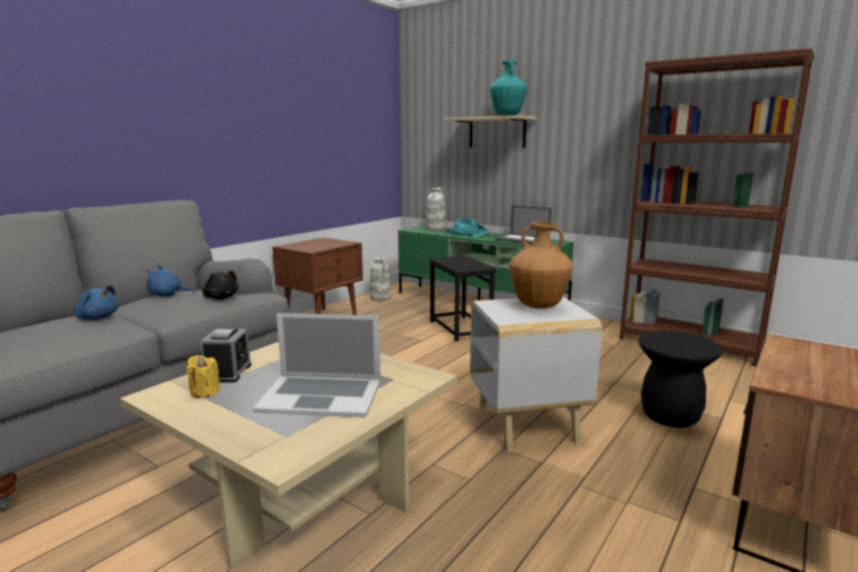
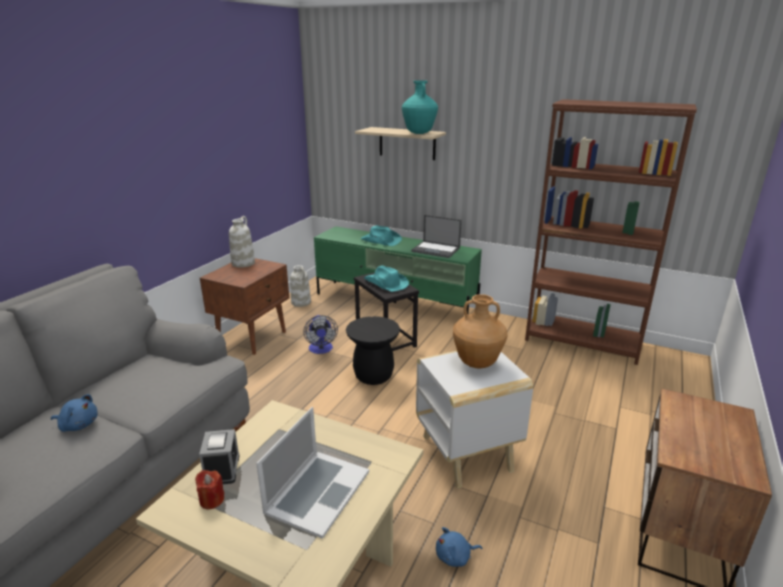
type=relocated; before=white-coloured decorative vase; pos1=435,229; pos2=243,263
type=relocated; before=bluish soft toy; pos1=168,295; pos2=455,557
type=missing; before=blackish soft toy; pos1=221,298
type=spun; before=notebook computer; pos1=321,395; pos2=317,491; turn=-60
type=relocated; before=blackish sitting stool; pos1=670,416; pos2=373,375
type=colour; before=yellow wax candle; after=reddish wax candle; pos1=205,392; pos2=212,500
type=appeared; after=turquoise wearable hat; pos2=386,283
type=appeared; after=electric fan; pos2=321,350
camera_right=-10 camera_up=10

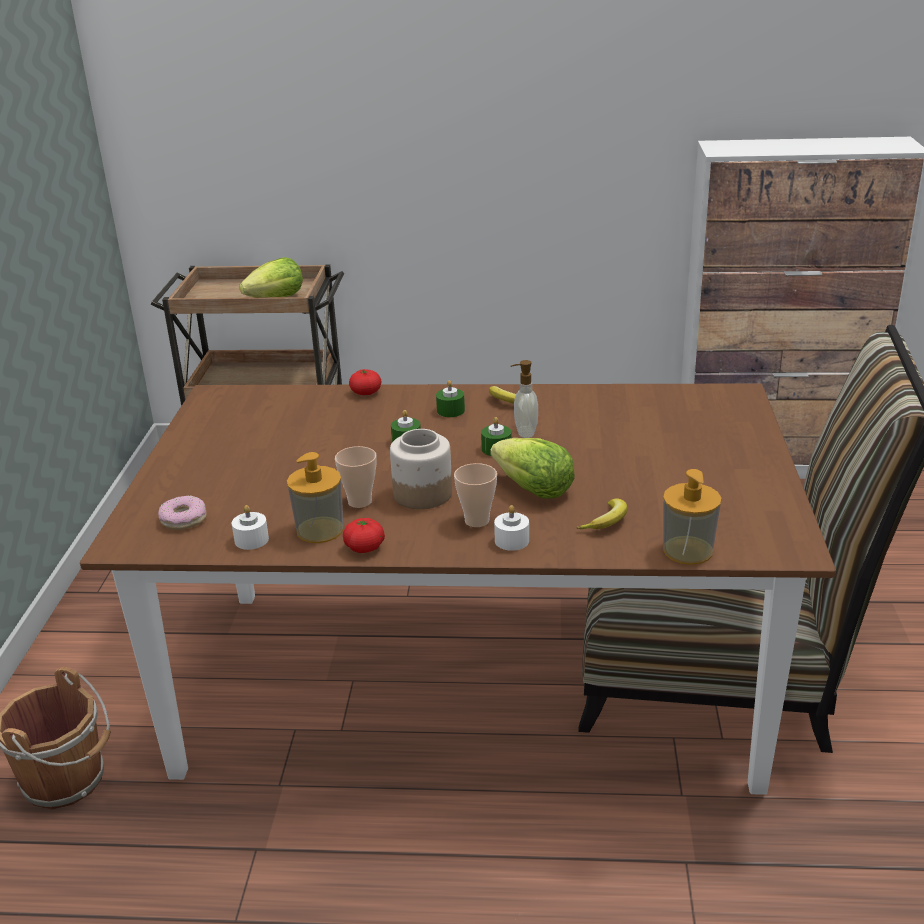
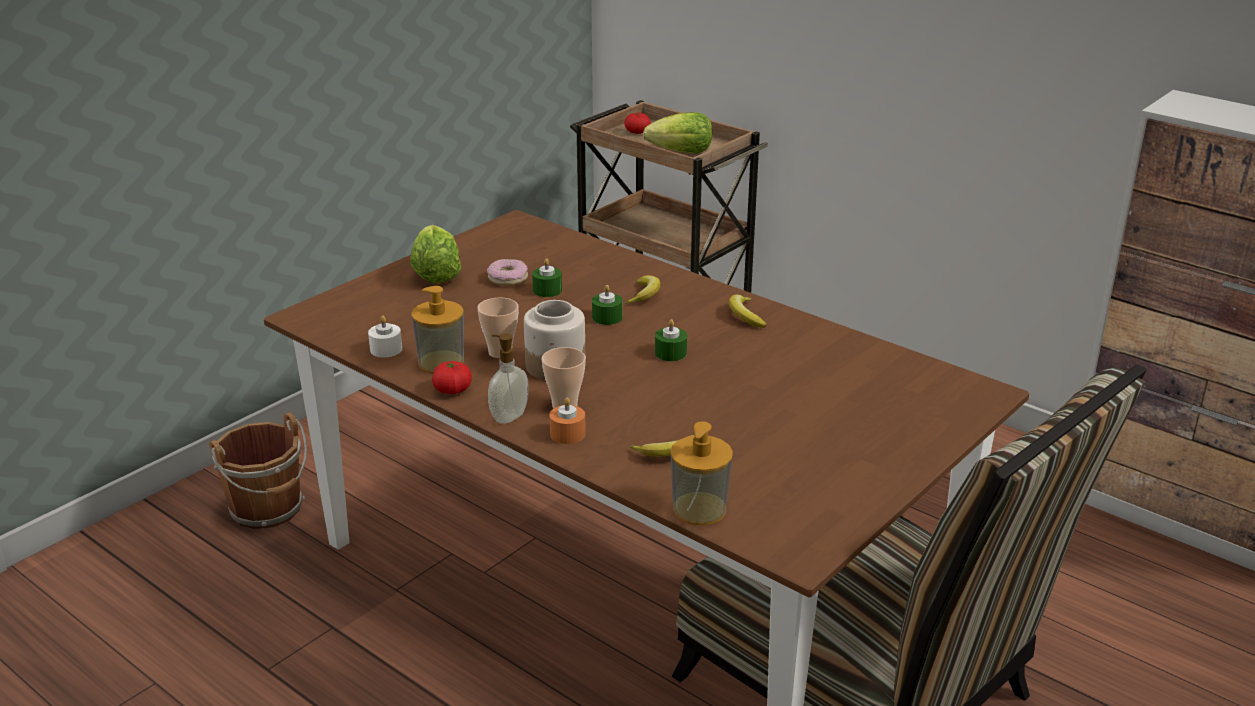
type=relocated; before=liquid soap bottle; pos1=524,432; pos2=508,416
type=relocated; before=fresh tomato; pos1=366,392; pos2=637,132
type=relocated; before=green-coloured wax candle; pos1=450,410; pos2=547,290
type=relocated; before=head of lettuce; pos1=534,490; pos2=436,275
type=relocated; before=donut; pos1=184,519; pos2=508,278
type=colour; before=white-coloured wax candle; after=orange wax candle; pos1=512,540; pos2=567,434
type=appeared; after=banana; pos2=644,295
camera_right=35 camera_up=0

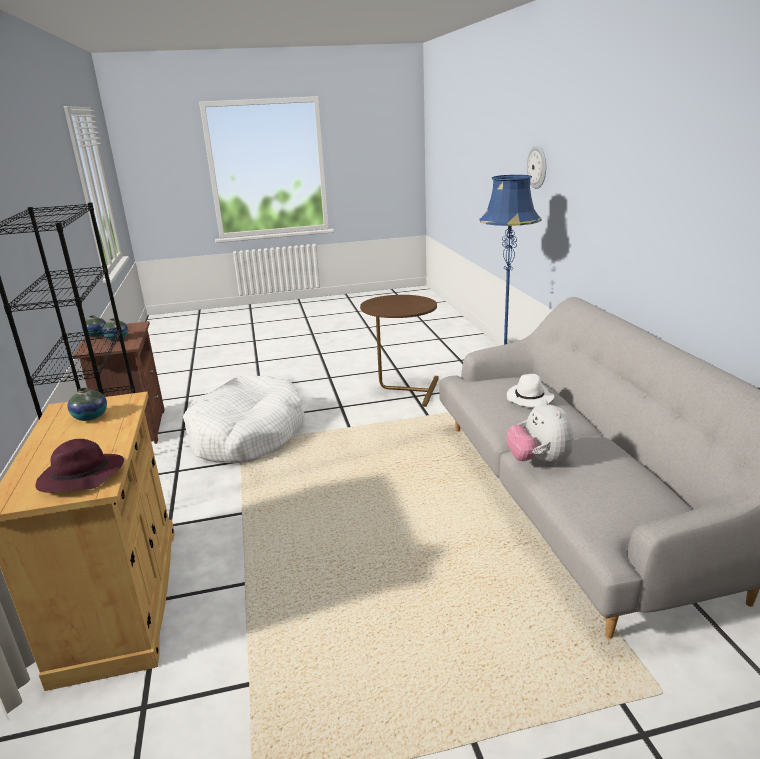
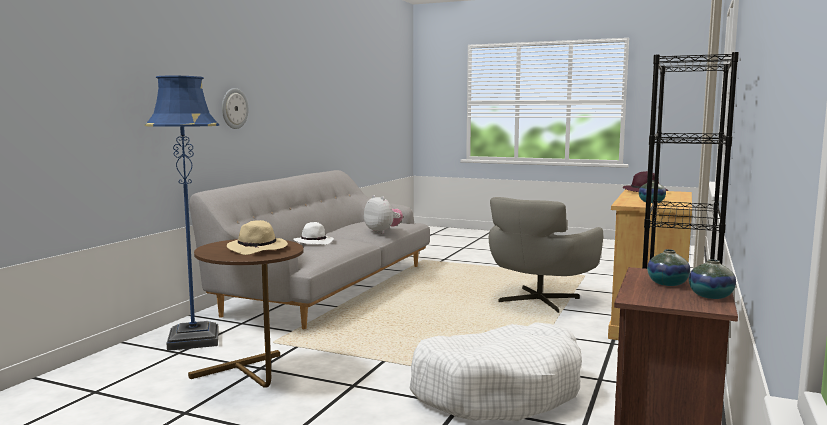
type=relocated; before=clock on the wall; pos1=537,167; pos2=234,108
type=spun; before=soft toy; pos1=539,461; pos2=382,232; turn=-60
type=appeared; after=gray armchair; pos2=538,301
type=appeared; after=sand-coloured wearable hat; pos2=258,249
camera_right=-145 camera_up=-15

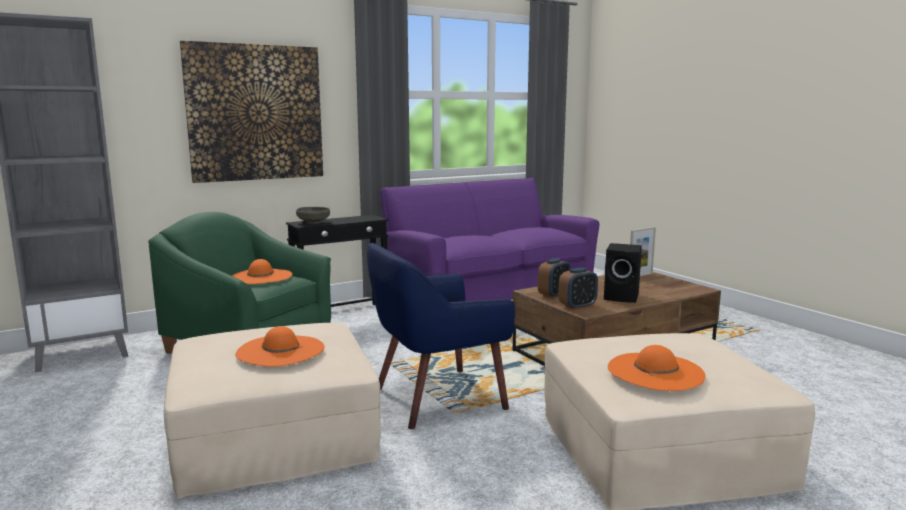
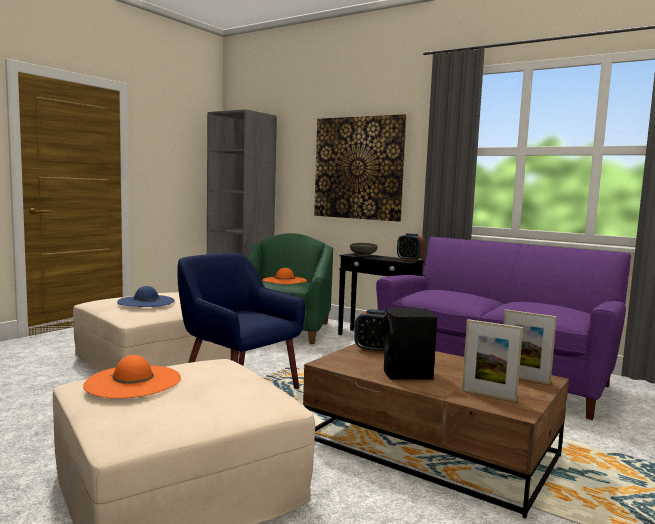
type=relocated; before=bedside clock; pos1=577,306; pos2=410,260
type=colour; before=orange wearable hat; after=bluish wearable hat; pos1=280,350; pos2=146,301
type=appeared; after=photo frame; pos2=488,395
camera_right=65 camera_up=-5

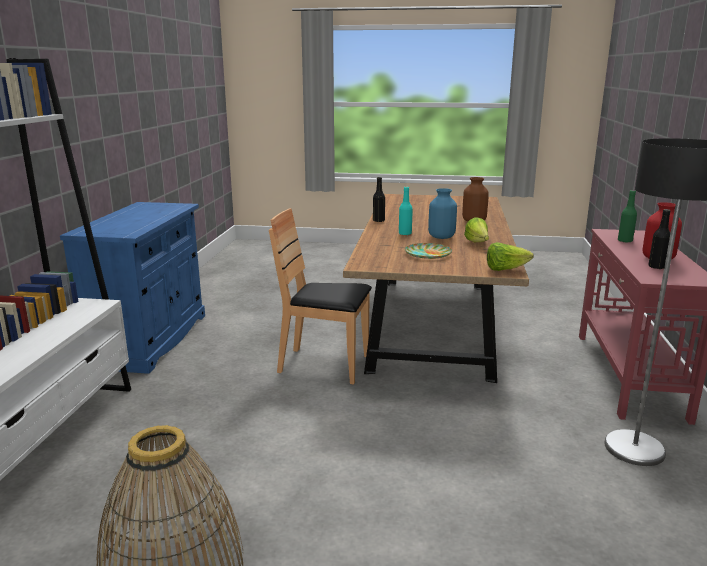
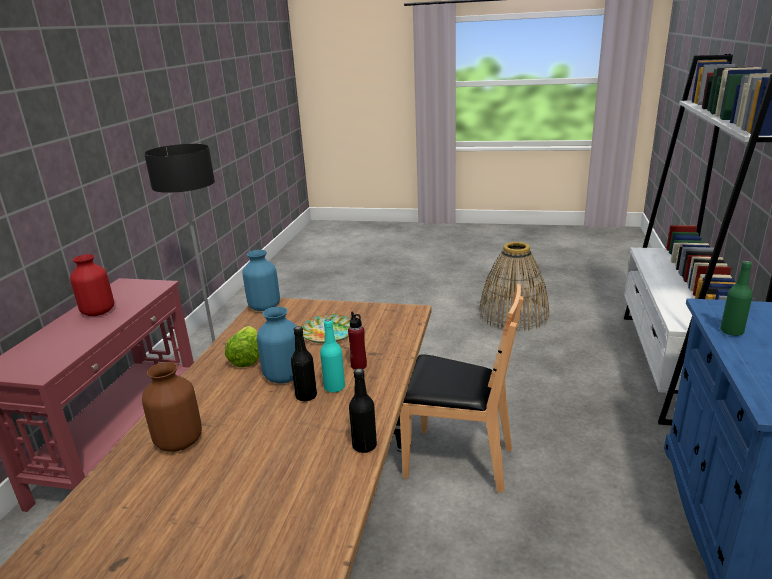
type=relocated; before=green-coloured drink bottle; pos1=625,241; pos2=731,331
type=relocated; before=blackish drink bottle; pos1=656,267; pos2=306,396
type=exchanged; before=head of lettuce; after=bluish decorative vase; pos1=505,269; pos2=265,307
type=appeared; after=reddish drink bottle; pos2=358,365
camera_right=-175 camera_up=5

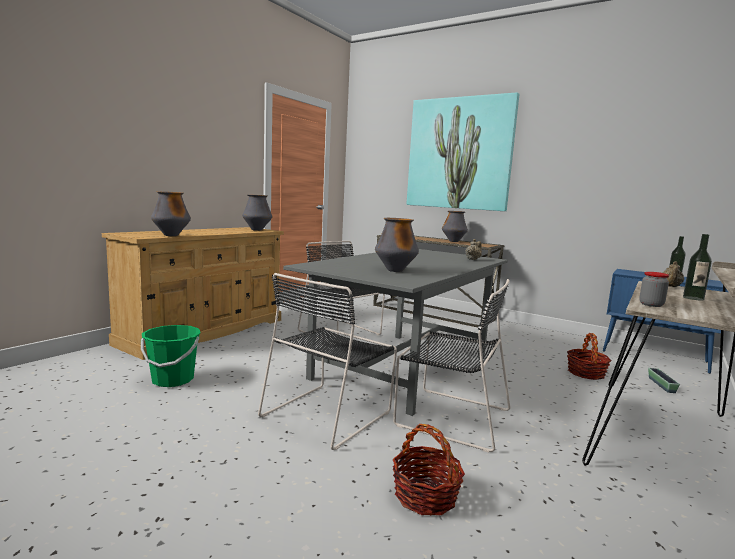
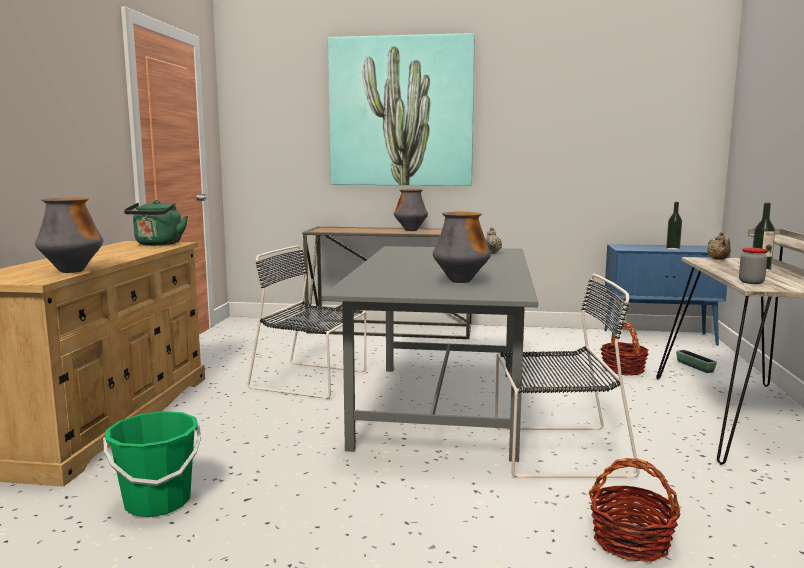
type=exchanged; before=decorative vase; after=green-coloured kettle; pos1=257,230; pos2=157,244
type=missing; before=blackish upright chair; pos1=329,412
camera_right=-25 camera_up=0

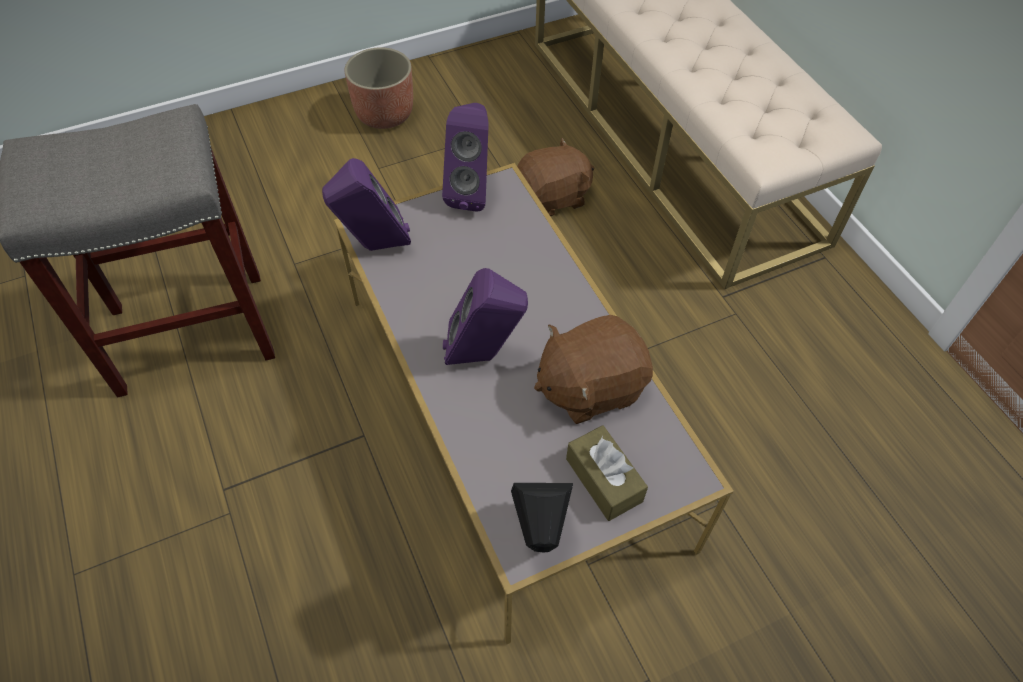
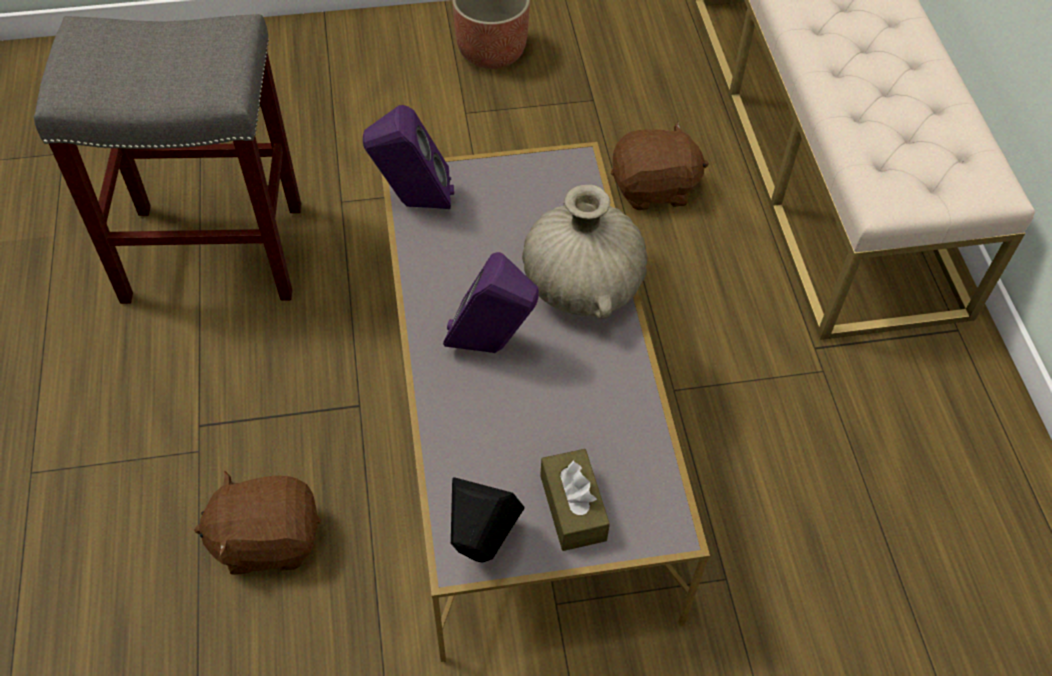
type=missing; before=purple loudspeaker; pos1=471,192
type=relocated; before=brownish soft toy; pos1=590,386; pos2=267,539
type=appeared; after=sand-coloured decorative vase; pos2=582,285
camera_right=15 camera_up=0

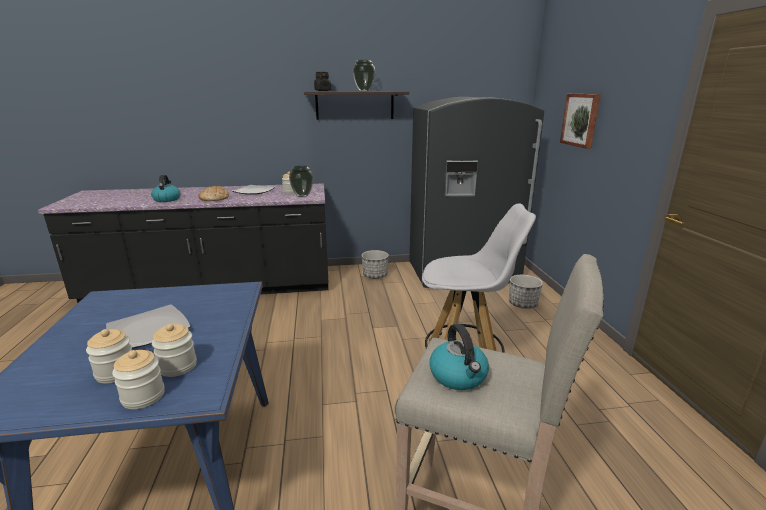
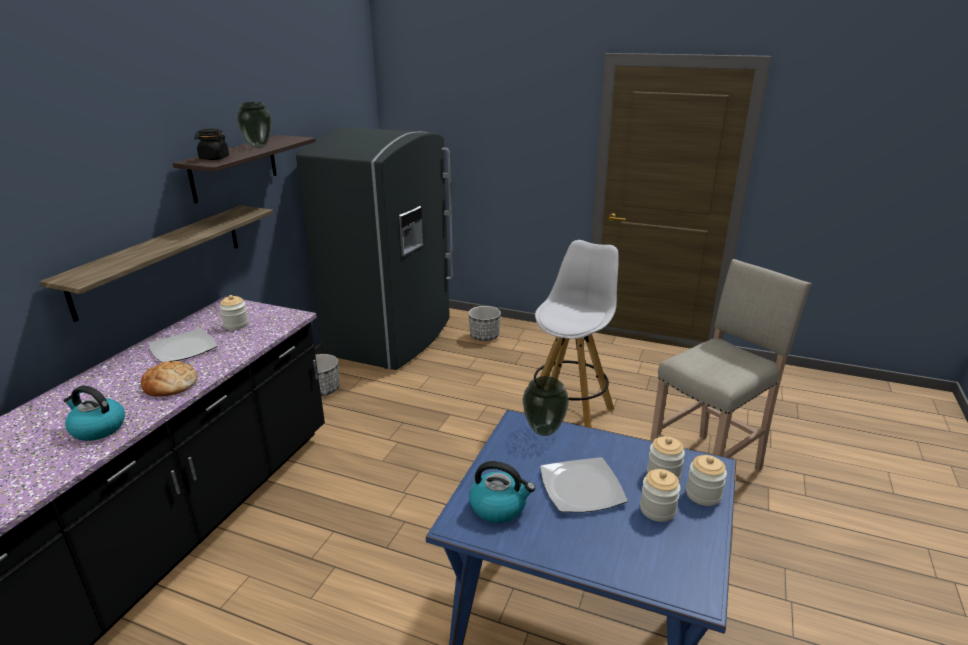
type=missing; before=wall picture; pos1=581,120
type=relocated; before=decorative vase; pos1=302,196; pos2=543,430
type=relocated; before=kettle; pos1=458,376; pos2=499,506
type=appeared; after=bracket shelf; pos2=161,258
camera_right=-60 camera_up=5

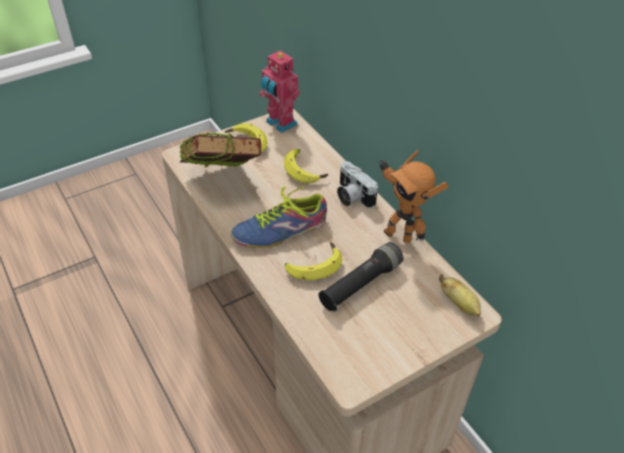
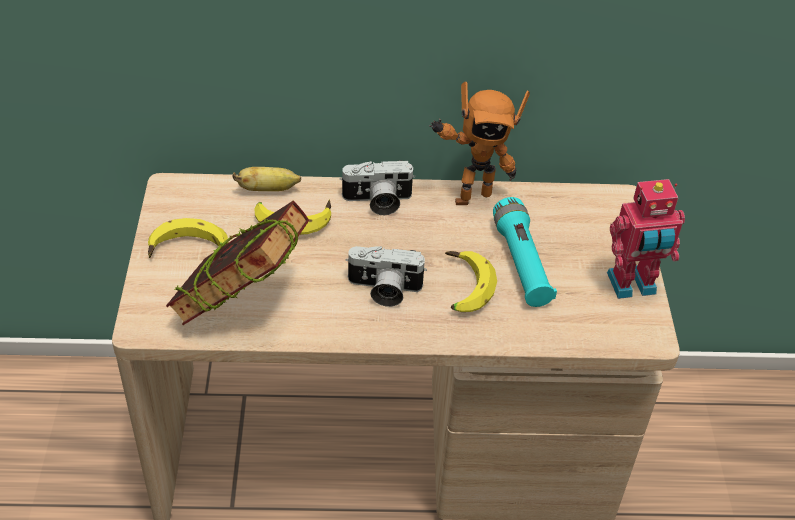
type=relocated; before=robot figure; pos1=280,124; pos2=632,286
type=exchanged; before=shoe; after=still camera; pos1=281,230; pos2=383,290
type=colour; before=blackish torch; after=turquoise torch; pos1=360,284; pos2=521,263
type=relocated; before=banana; pos1=459,304; pos2=268,189
camera_right=-60 camera_up=0

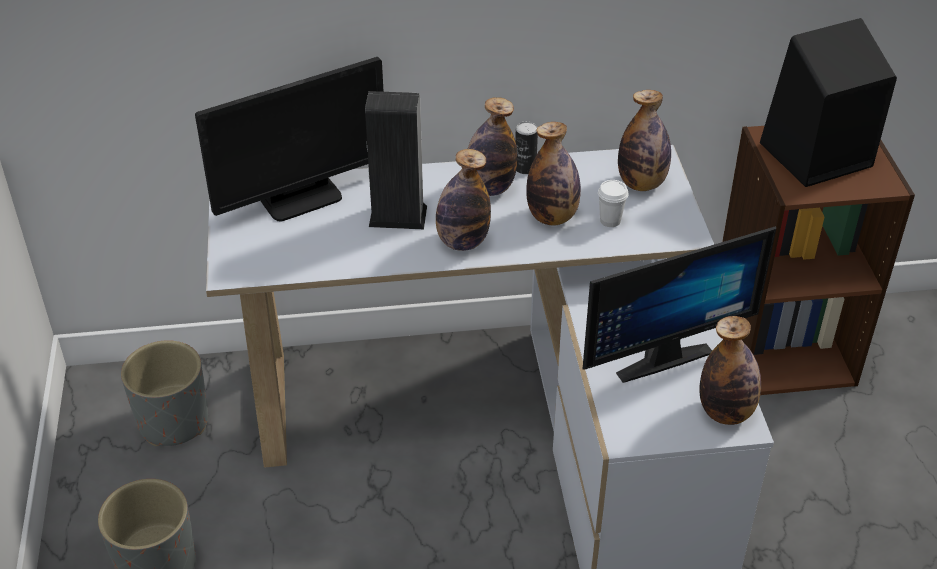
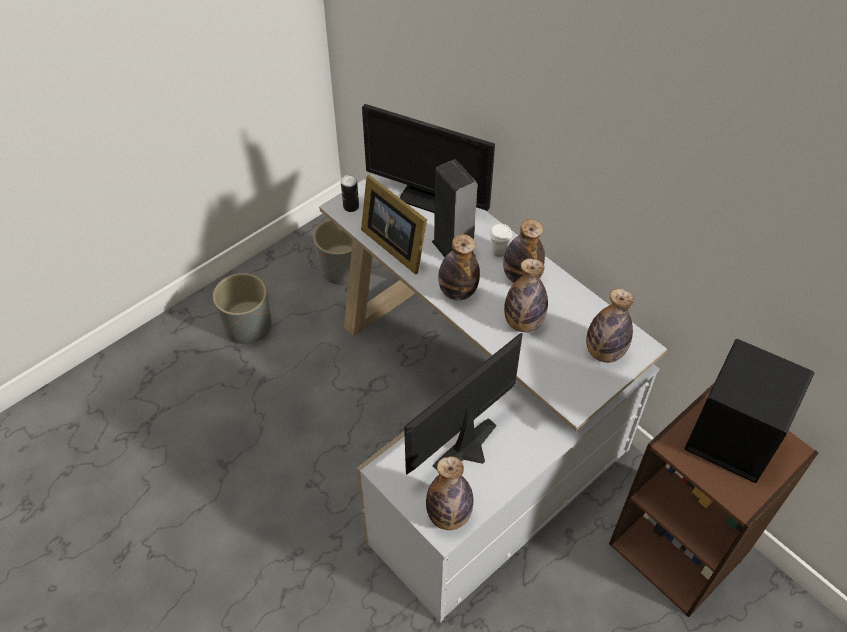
type=relocated; before=can; pos1=525,168; pos2=351,206
type=relocated; before=white-coloured cup; pos1=610,221; pos2=499,251
type=spun; before=computer screen; pos1=658,354; pos2=472,451; turn=105
type=appeared; after=photo frame; pos2=395,244
camera_right=55 camera_up=10

